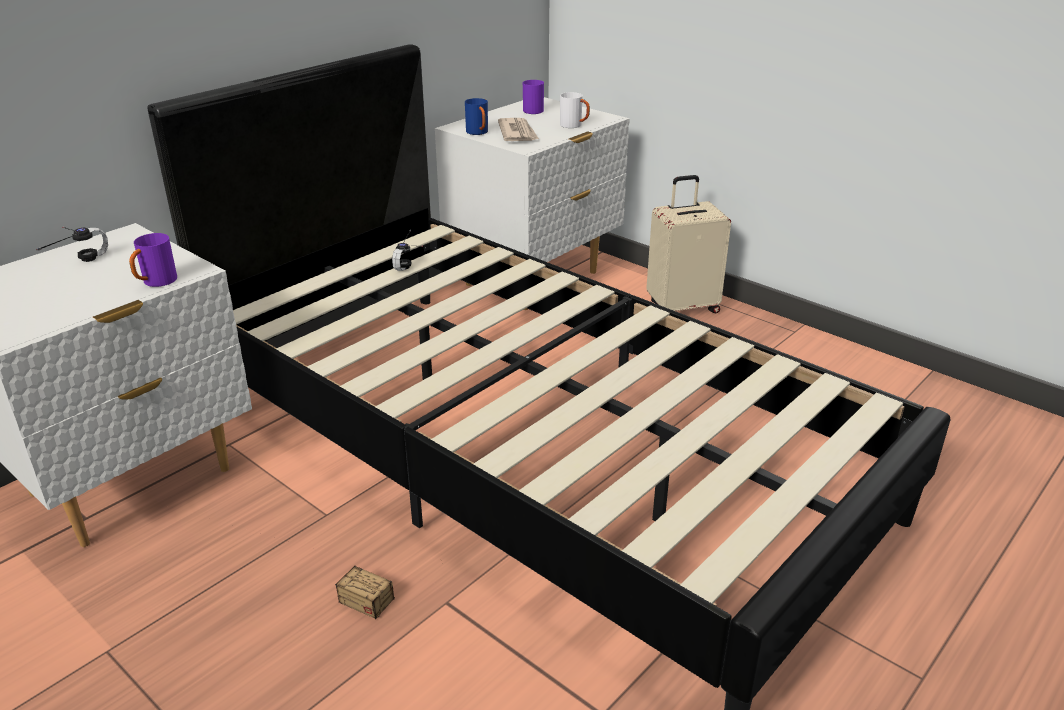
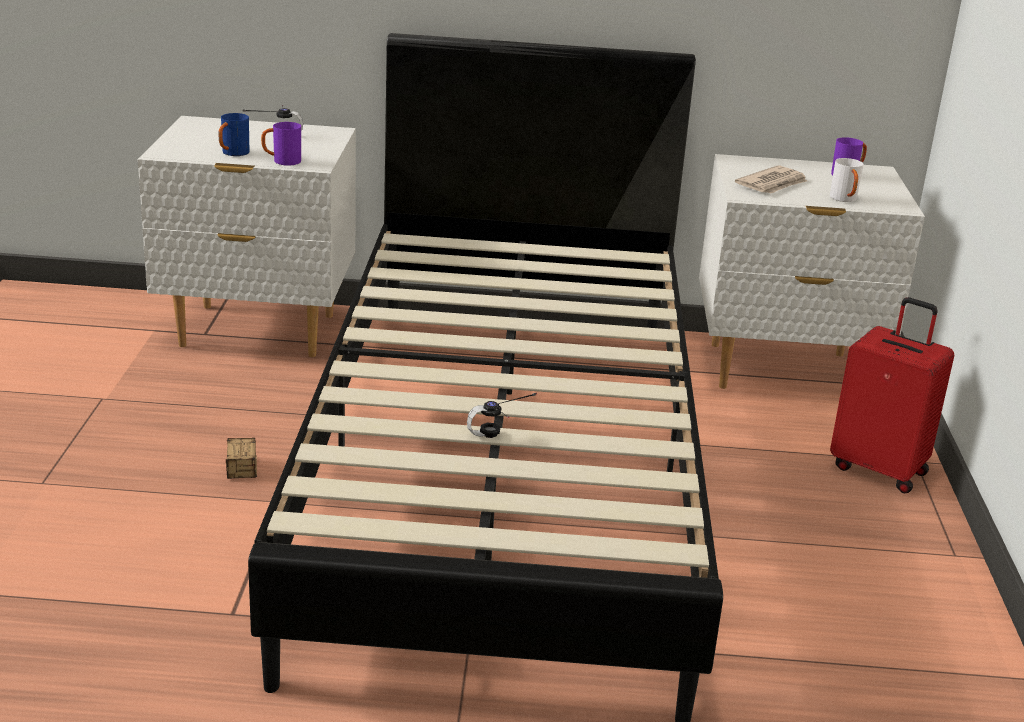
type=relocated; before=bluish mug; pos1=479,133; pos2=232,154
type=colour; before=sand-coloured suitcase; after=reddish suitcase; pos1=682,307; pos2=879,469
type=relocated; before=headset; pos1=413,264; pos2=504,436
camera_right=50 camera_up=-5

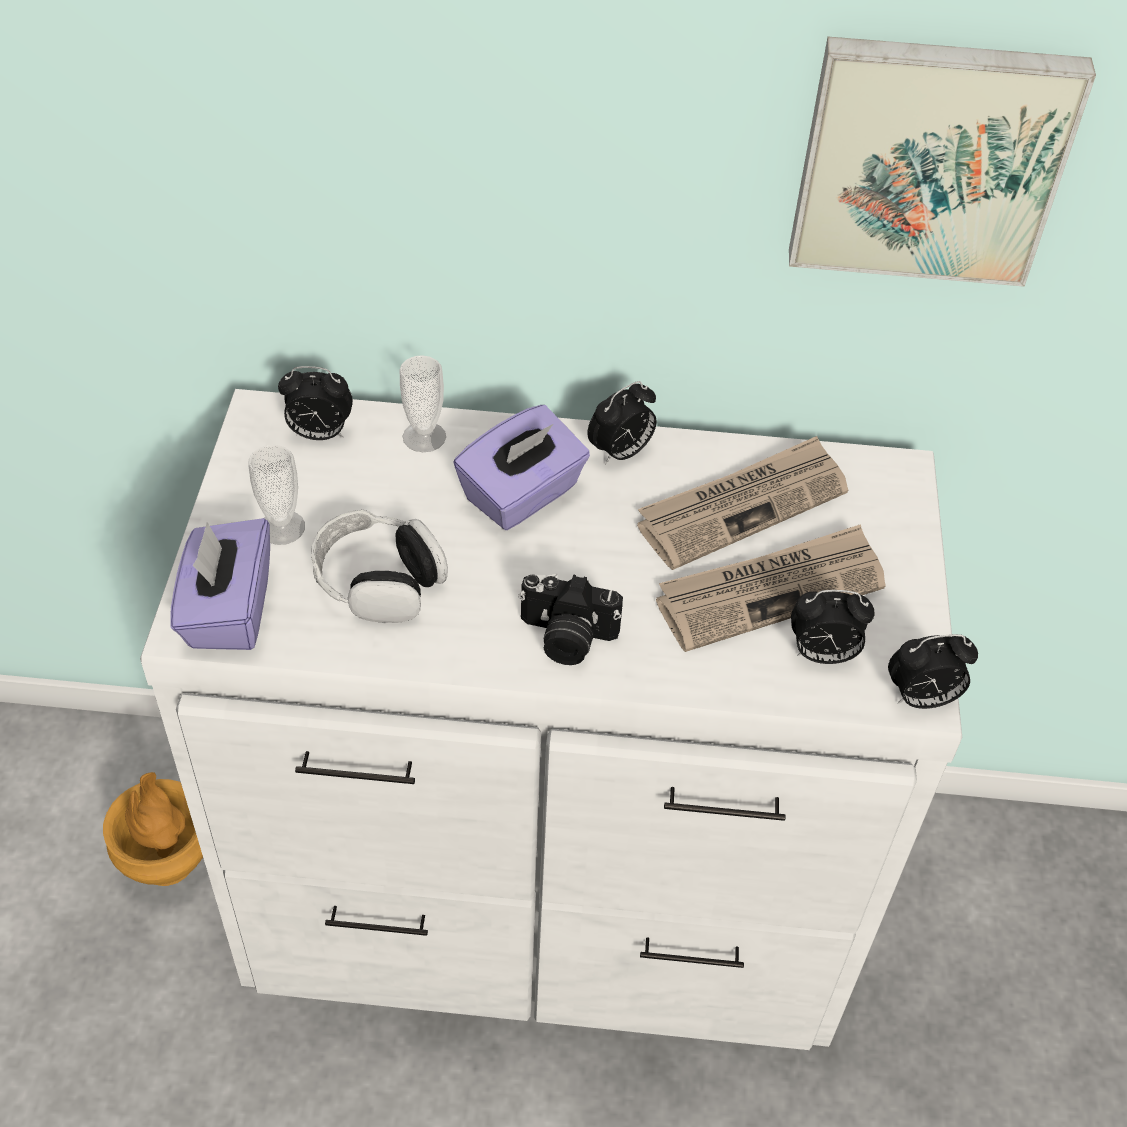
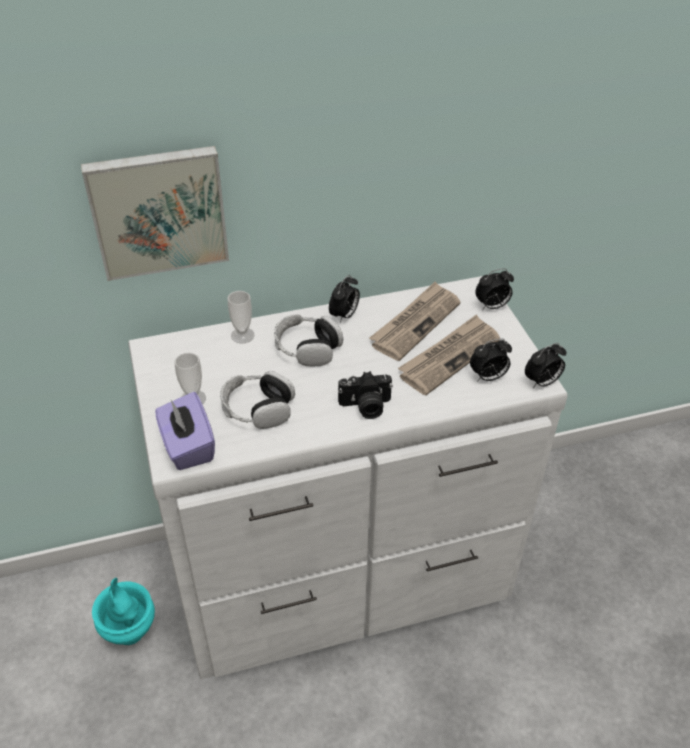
type=relocated; before=wall picture; pos1=930,159; pos2=158,211
type=relocated; before=bedside clock; pos1=319,434; pos2=492,306
type=exchanged; before=purple box of tissues; after=headset; pos1=522,495; pos2=307,348
type=colour; before=brownish decorative vase; after=turquoise decorative vase; pos1=168,862; pos2=129,630
camera_right=-20 camera_up=-5

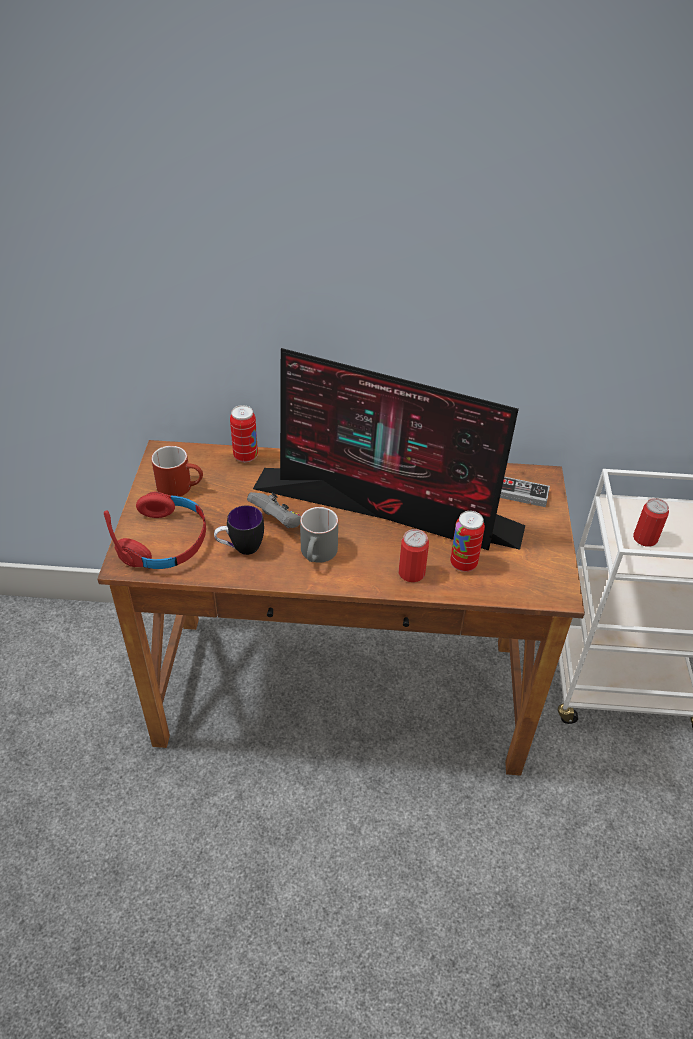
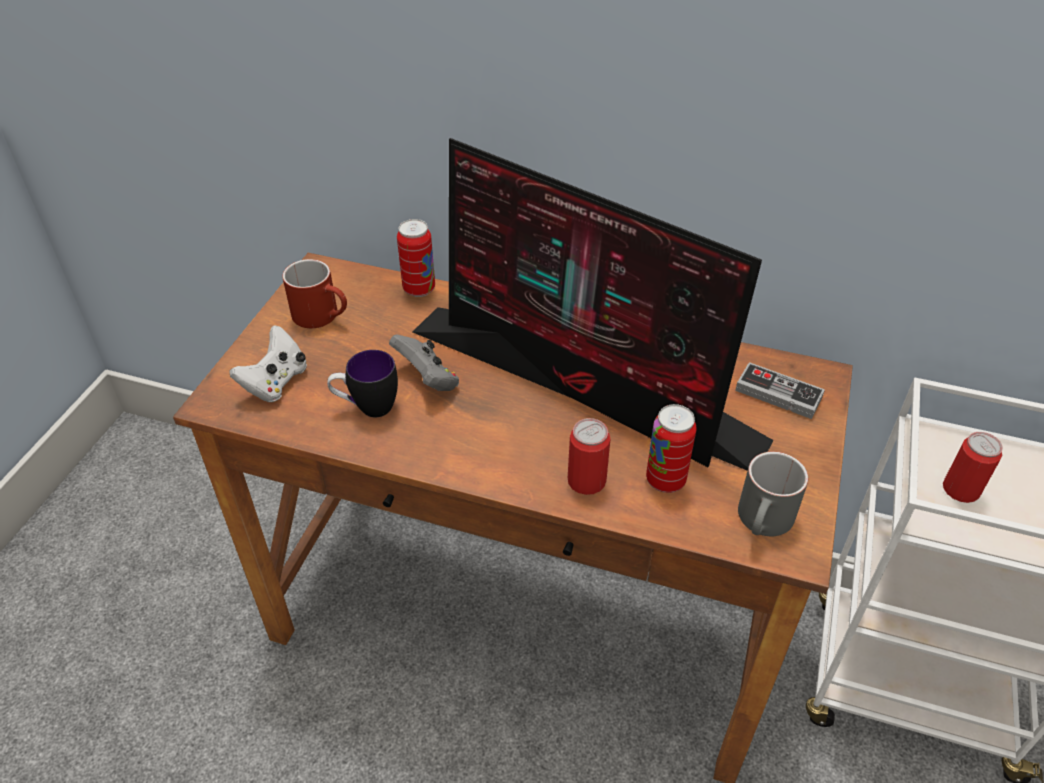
type=exchanged; before=reddish headset; after=white-coloured game controller; pos1=165,541; pos2=276,382
type=relocated; before=gray mug; pos1=318,555; pos2=764,523
camera_right=15 camera_up=0

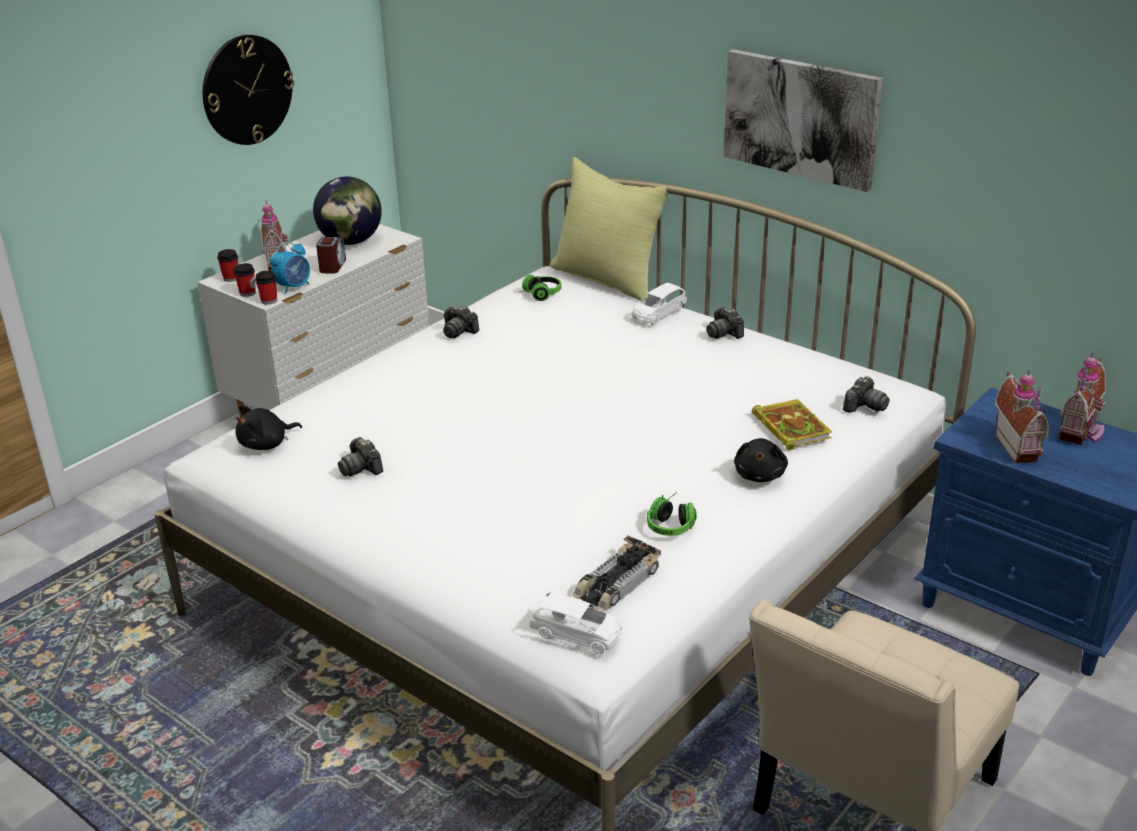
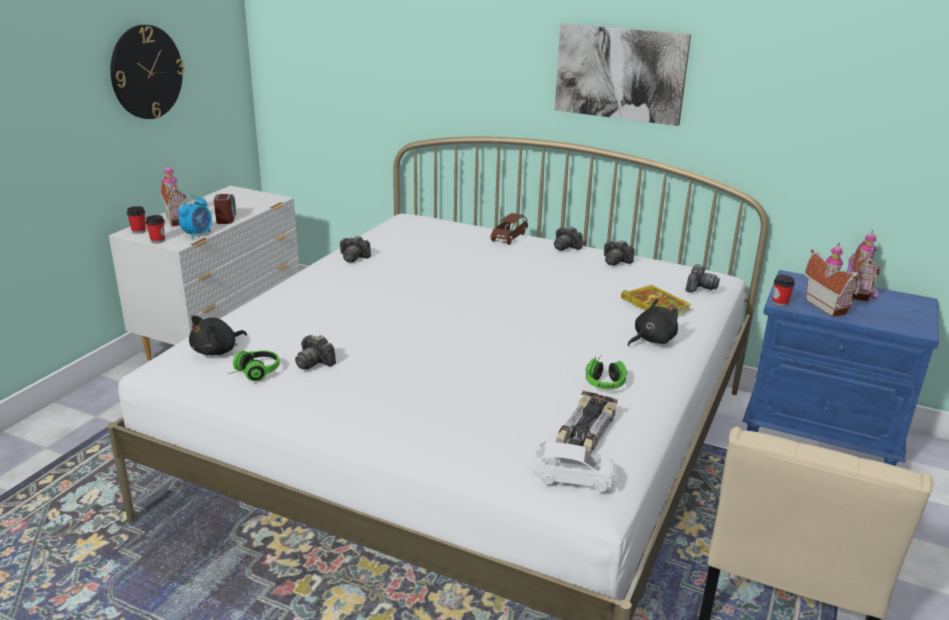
type=missing; before=yellow cushion; pos1=609,279
type=missing; before=world globe; pos1=351,242
type=relocated; before=cup; pos1=269,301; pos2=780,303
type=relocated; before=headset; pos1=537,295; pos2=252,373
type=colour; before=white-coloured model car; after=brownish model car; pos1=658,314; pos2=508,237
type=spun; before=blackish soft toy; pos1=760,475; pos2=652,340; turn=-120
type=appeared; after=still camera; pos2=615,261
camera_right=-15 camera_up=-5

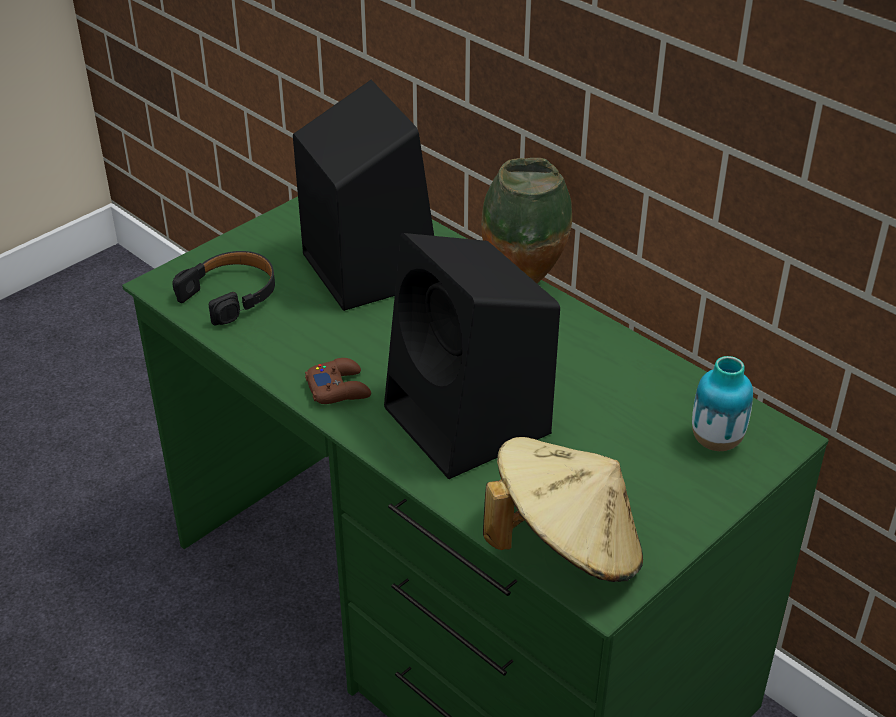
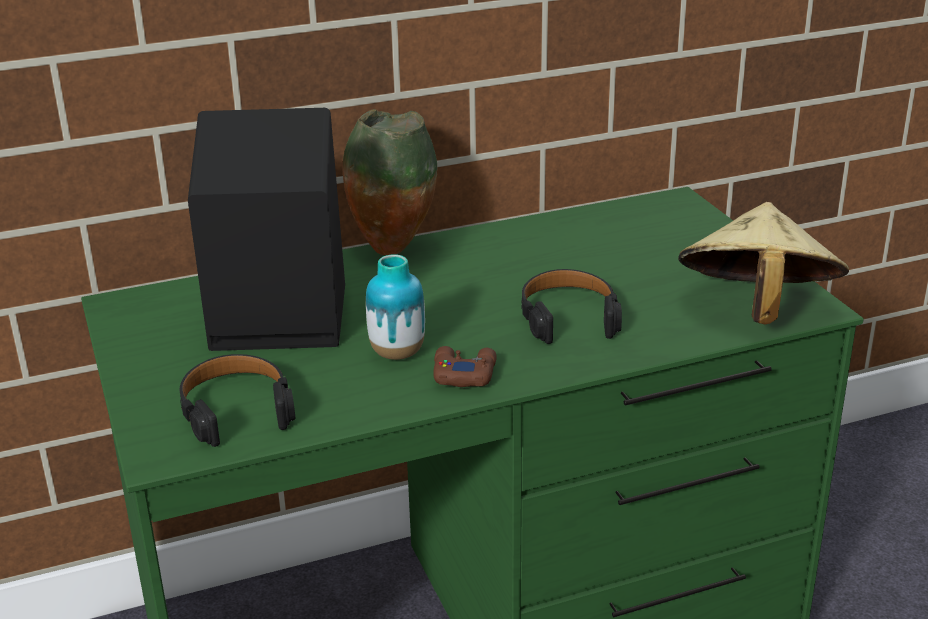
type=exchanged; before=blackish loudspeaker; after=blackish headset; pos1=470,422; pos2=568,317
type=relocated; before=decorative vase; pos1=716,441; pos2=397,353
camera_right=-65 camera_up=-10

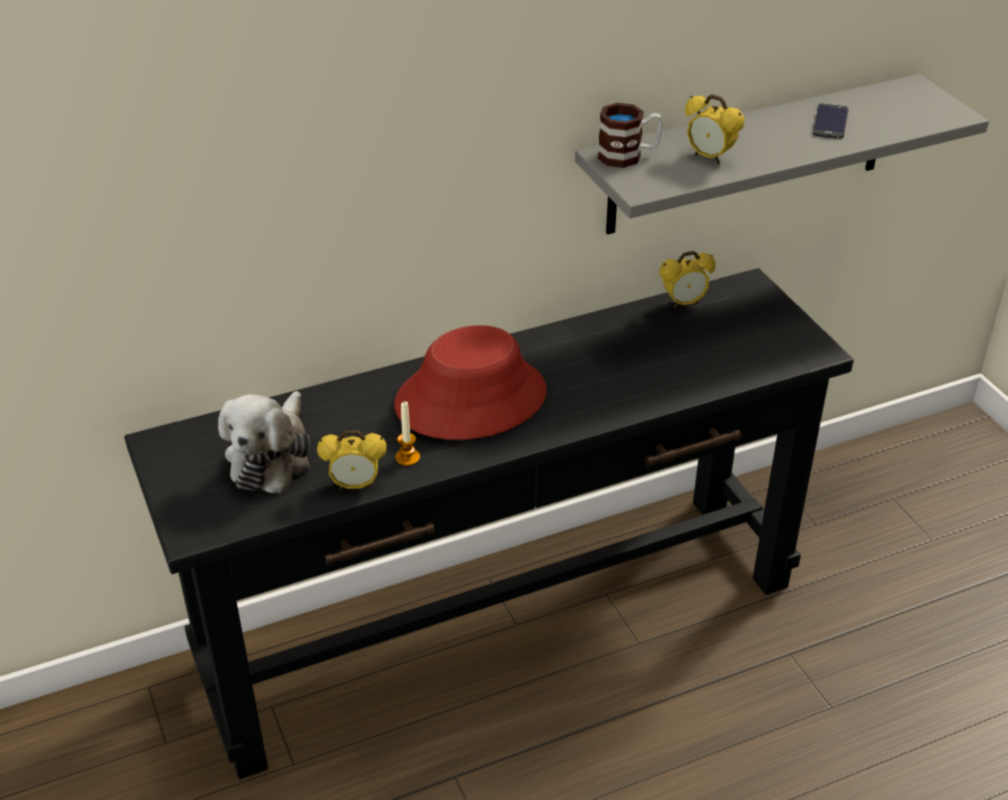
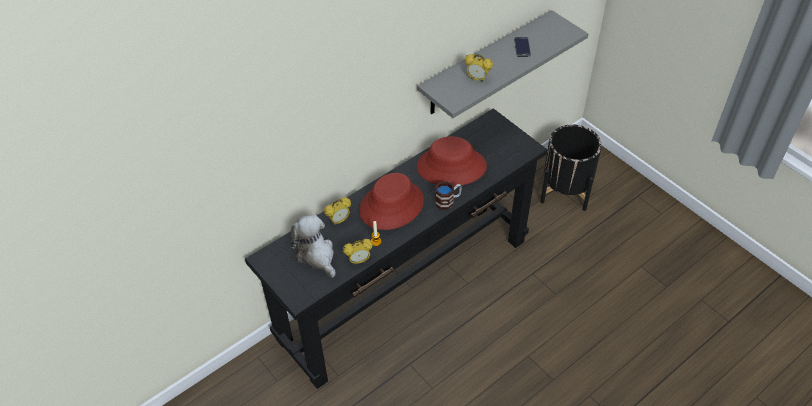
type=relocated; before=mug; pos1=628,156; pos2=448,201
type=relocated; before=bedside clock; pos1=684,303; pos2=339,220
type=spun; before=soft toy; pos1=271,457; pos2=316,255; turn=150
type=appeared; after=blackish planter; pos2=565,190
type=appeared; after=reddish wearable hat; pos2=451,167
camera_right=-15 camera_up=10

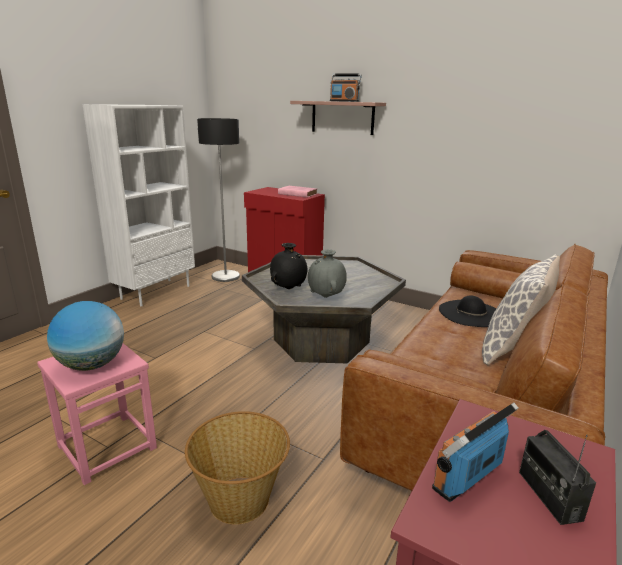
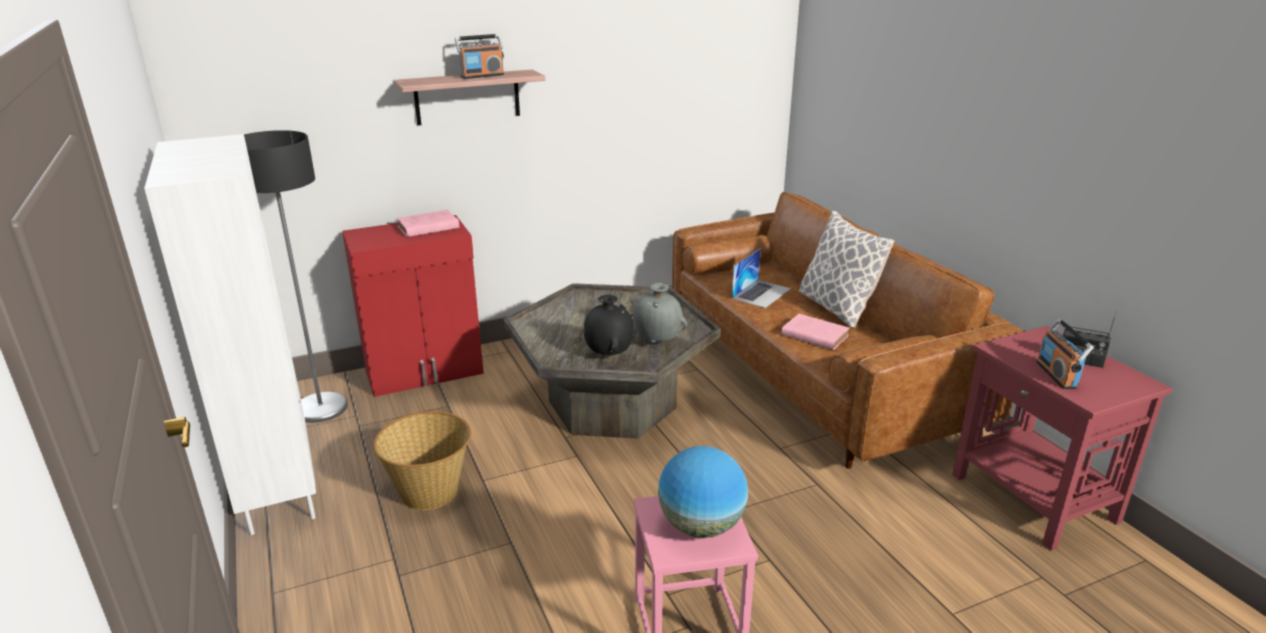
type=exchanged; before=blackish wearable hat; after=notebook computer; pos1=471,313; pos2=761,293
type=relocated; before=storage basket; pos1=240,499; pos2=430,491
type=appeared; after=pinkish bound book; pos2=813,335
camera_right=-55 camera_up=5

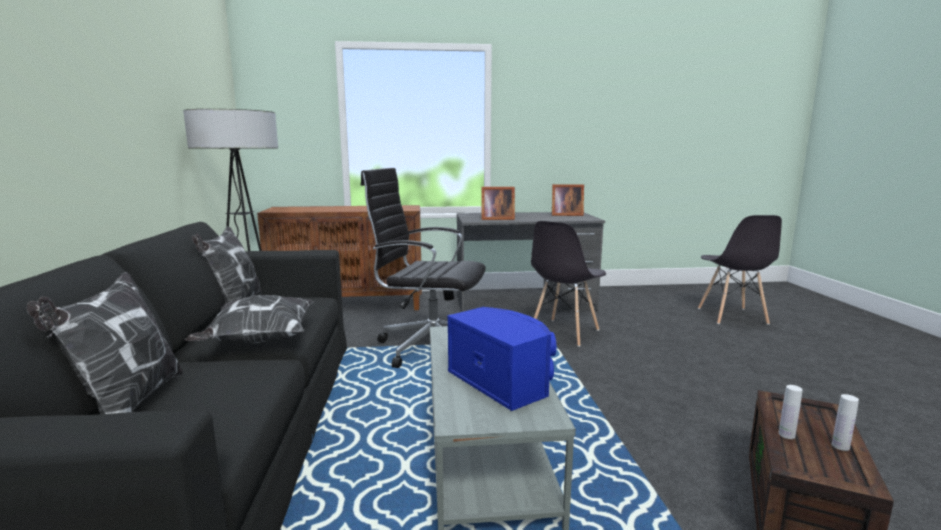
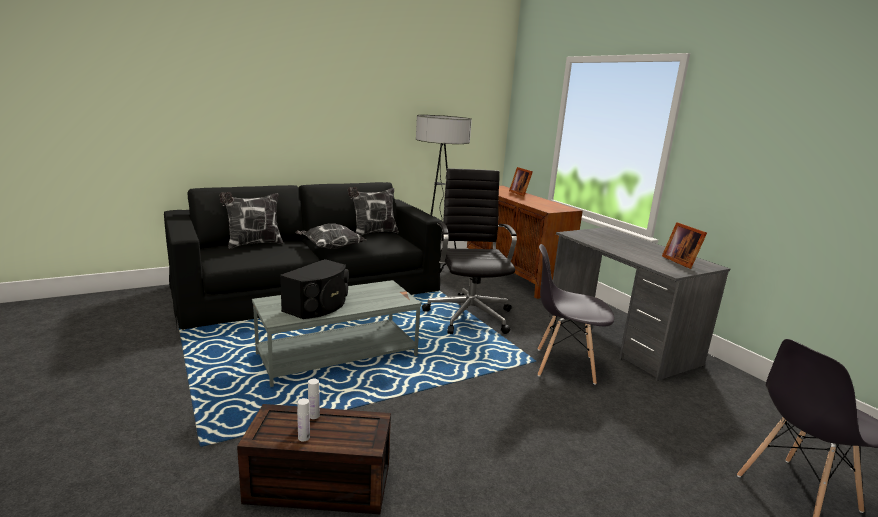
type=relocated; before=photo frame; pos1=496,219; pos2=520,193
type=colour; before=bluish loudspeaker; after=blackish loudspeaker; pos1=502,380; pos2=318,306
camera_right=65 camera_up=5

